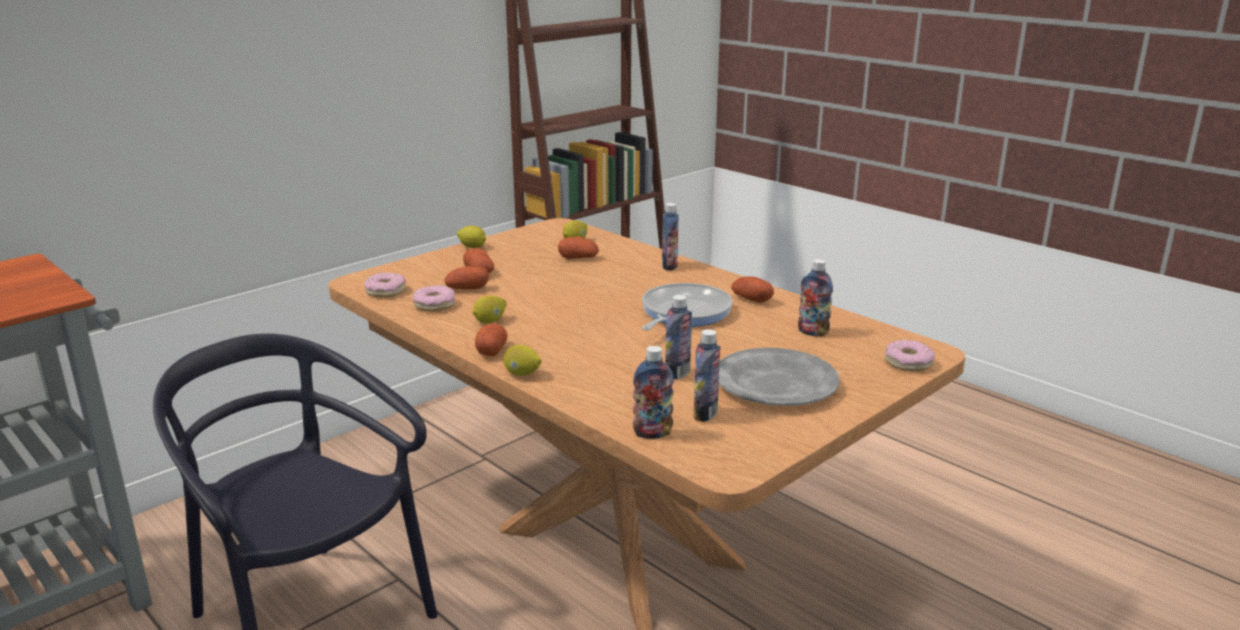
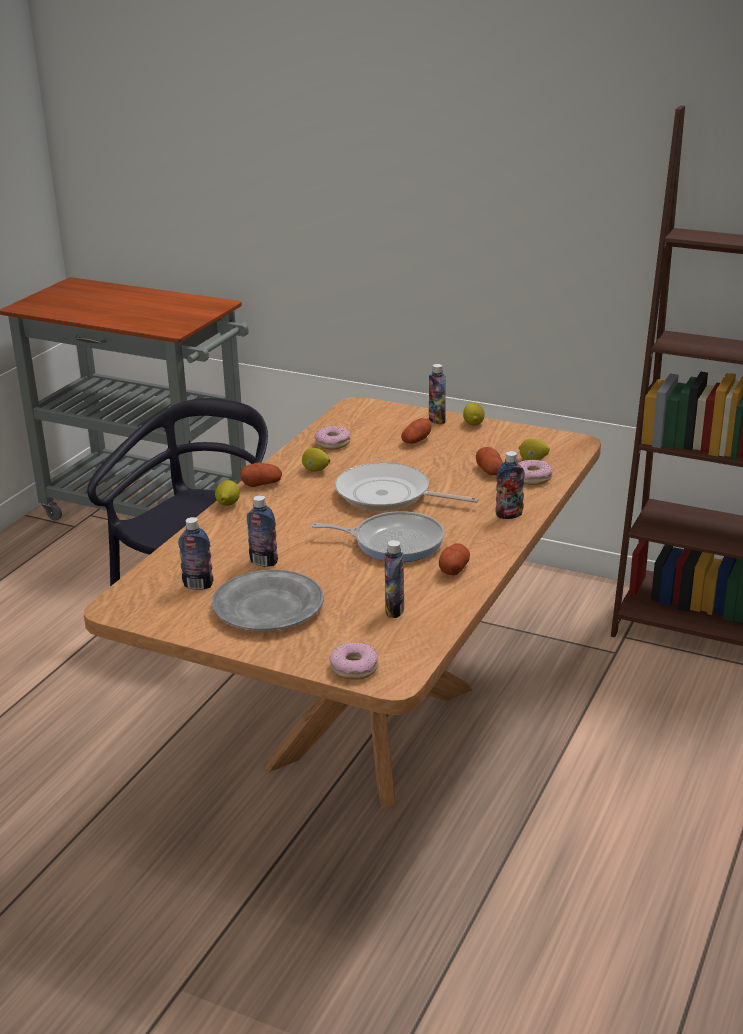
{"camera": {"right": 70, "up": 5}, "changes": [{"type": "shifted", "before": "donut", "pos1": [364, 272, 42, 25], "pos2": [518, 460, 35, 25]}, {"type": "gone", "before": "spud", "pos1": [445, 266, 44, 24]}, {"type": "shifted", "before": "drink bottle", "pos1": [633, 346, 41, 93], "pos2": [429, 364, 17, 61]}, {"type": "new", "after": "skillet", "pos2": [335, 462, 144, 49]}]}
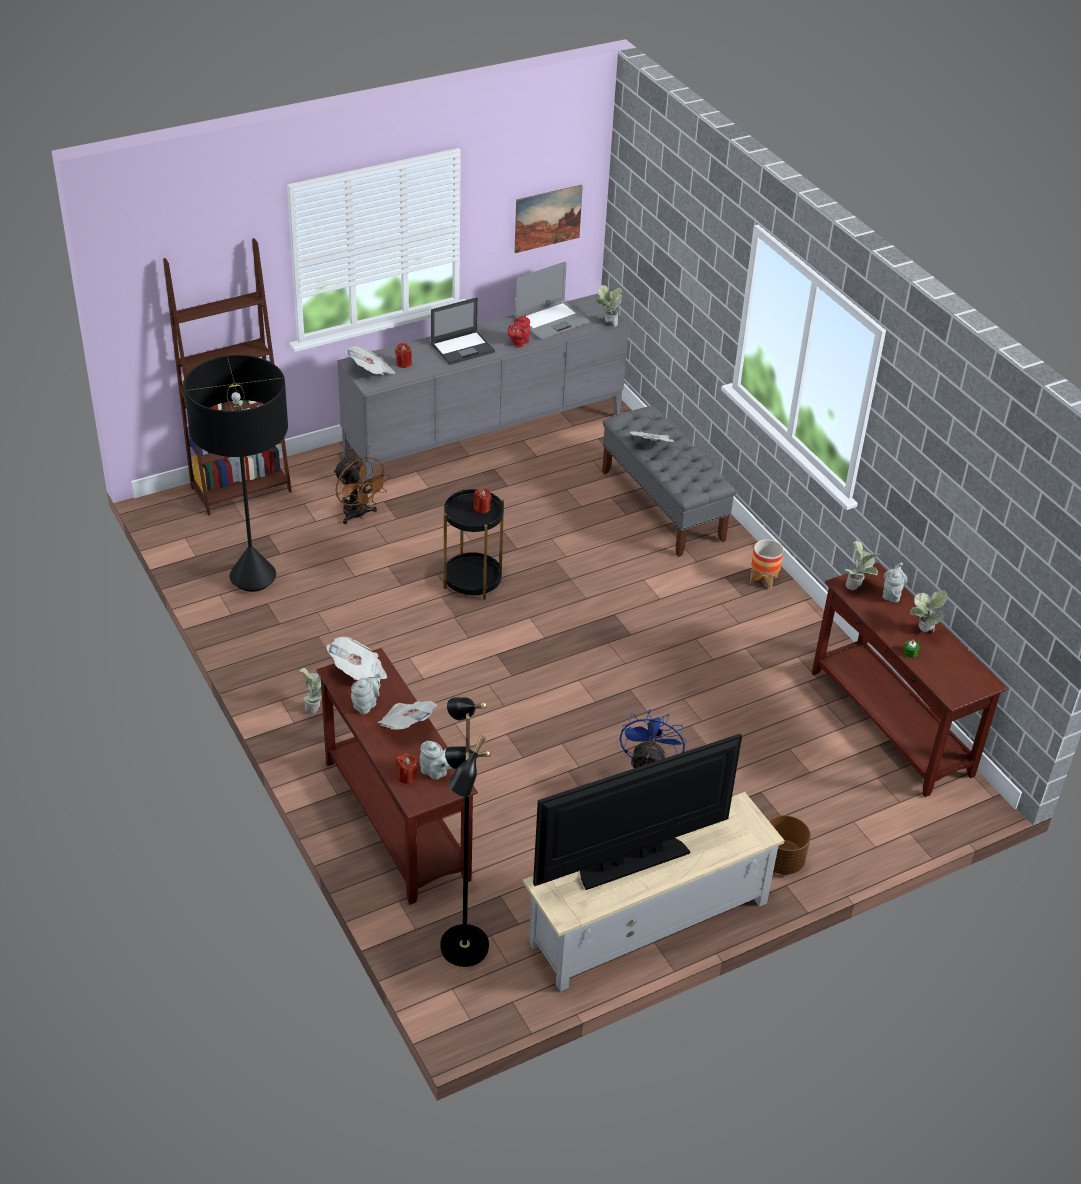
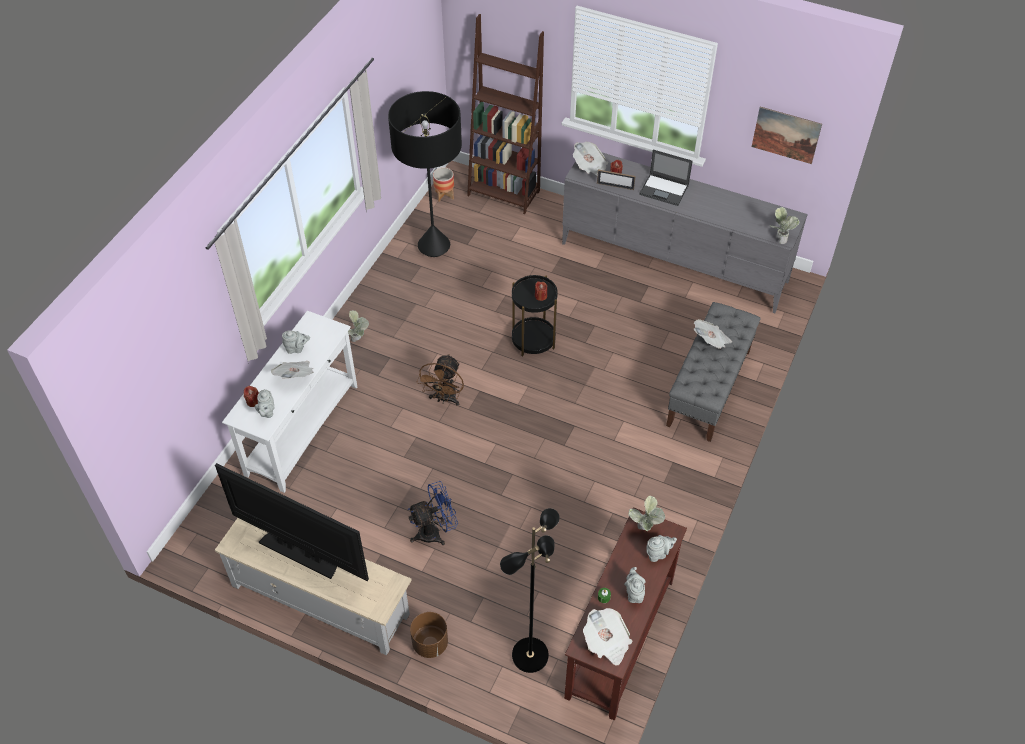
{"camera": {"right": 55, "up": 10}, "changes": [{"type": "repainted", "before": "brown-coloured narrow table", "after": "white-coloured narrow table", "pos1": [316, 648, 162, 257], "pos2": [222, 311, 135, 182]}, {"type": "shifted", "before": "daily paper", "pos1": [326, 637, 61, 44], "pos2": [583, 608, 49, 58]}, {"type": "shifted", "before": "brown-coloured electric fan", "pos1": [334, 456, 56, 68], "pos2": [417, 354, 47, 52]}, {"type": "shifted", "before": "blackish standard lamp", "pos1": [440, 697, 51, 270], "pos2": [500, 508, 60, 165]}, {"type": "gone", "before": "red pot for tea", "pos1": [508, 315, 22, 33]}, {"type": "gone", "before": "portable computer", "pos1": [515, 262, 75, 78]}, {"type": "shifted", "before": "flower pot", "pos1": [750, 539, 34, 51], "pos2": [433, 167, 21, 35]}, {"type": "swapped", "before": "potted plant", "after": "grey pot for tea", "pos1": [910, 590, 38, 43], "pos2": [624, 567, 22, 36]}, {"type": "new", "after": "picture frame", "pos2": [597, 169, 38, 21]}]}
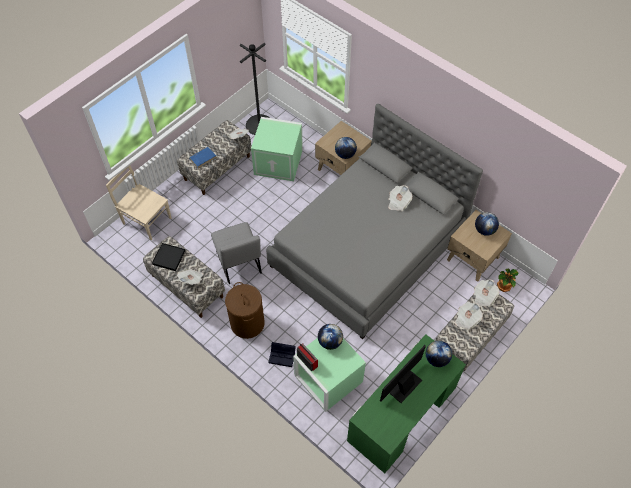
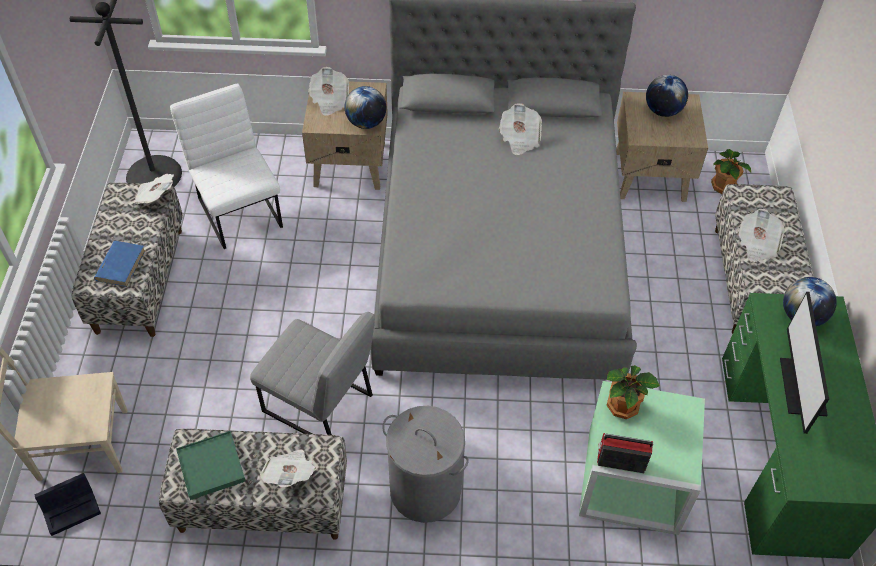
{"camera": {"right": -40, "up": -5}, "changes": [{"type": "repainted", "before": "blackish serving tray", "after": "green-coloured serving tray", "pos1": [152, 243, 33, 28], "pos2": [176, 431, 70, 69]}, {"type": "repainted", "before": "brown-coloured hamper", "after": "grey hamper", "pos1": [225, 282, 40, 57], "pos2": [382, 406, 87, 117]}, {"type": "swapped", "before": "green-coloured storage container", "after": "white-coloured chair", "pos1": [251, 117, 52, 64], "pos2": [170, 84, 113, 165]}, {"type": "shifted", "before": "blackish storage container", "pos1": [268, 342, 28, 25], "pos2": [34, 473, 67, 63]}, {"type": "swapped", "before": "world globe", "after": "potted plant", "pos1": [318, 324, 25, 26], "pos2": [607, 365, 53, 54]}, {"type": "shifted", "before": "daily paper", "pos1": [473, 279, 26, 28], "pos2": [308, 67, 41, 49]}]}
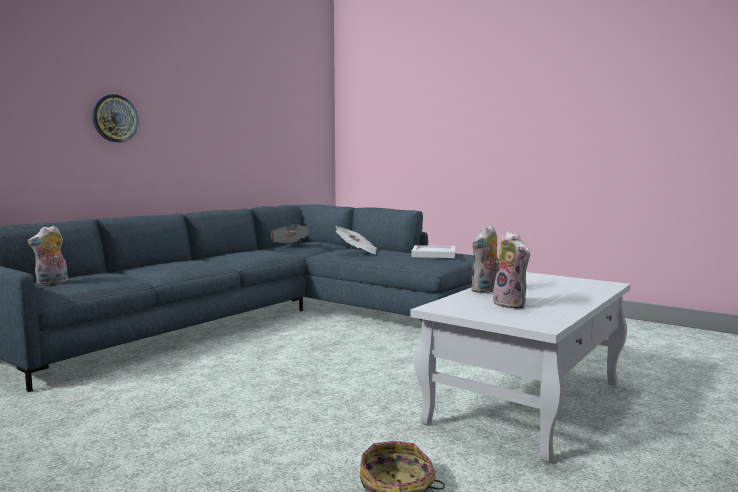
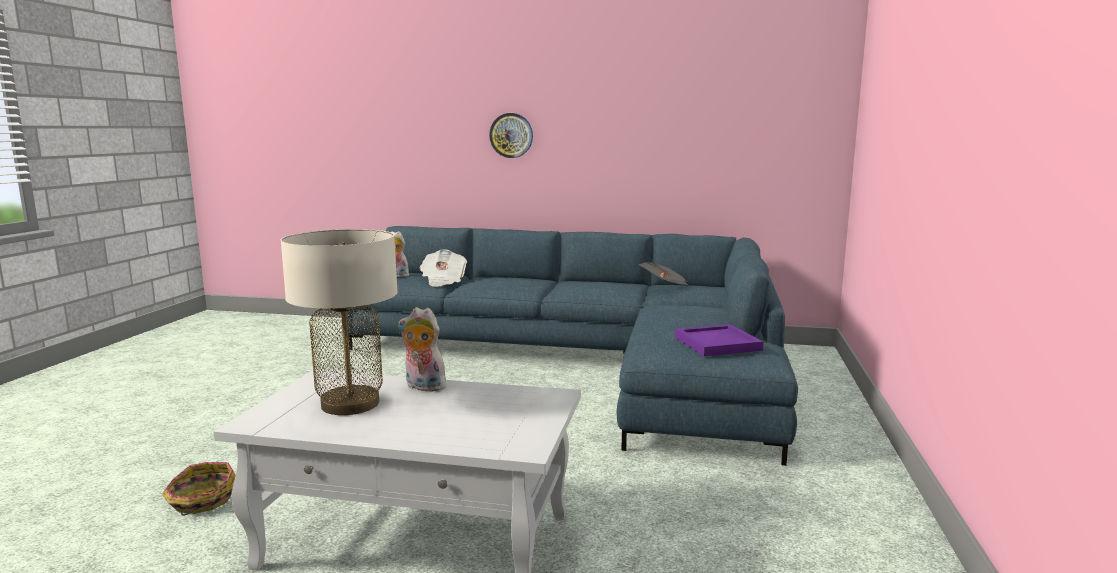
{"camera": {"right": 65, "up": 5}, "changes": [{"type": "shifted", "before": "daily paper", "pos1": [335, 226, 42, 28], "pos2": [420, 249, 47, 38]}, {"type": "repainted", "before": "white-coloured serving tray", "after": "purplish serving tray", "pos1": [411, 245, 44, 13], "pos2": [675, 324, 89, 32]}, {"type": "swapped", "before": "plush toy", "after": "table lamp", "pos1": [491, 231, 39, 78], "pos2": [281, 229, 117, 186]}]}
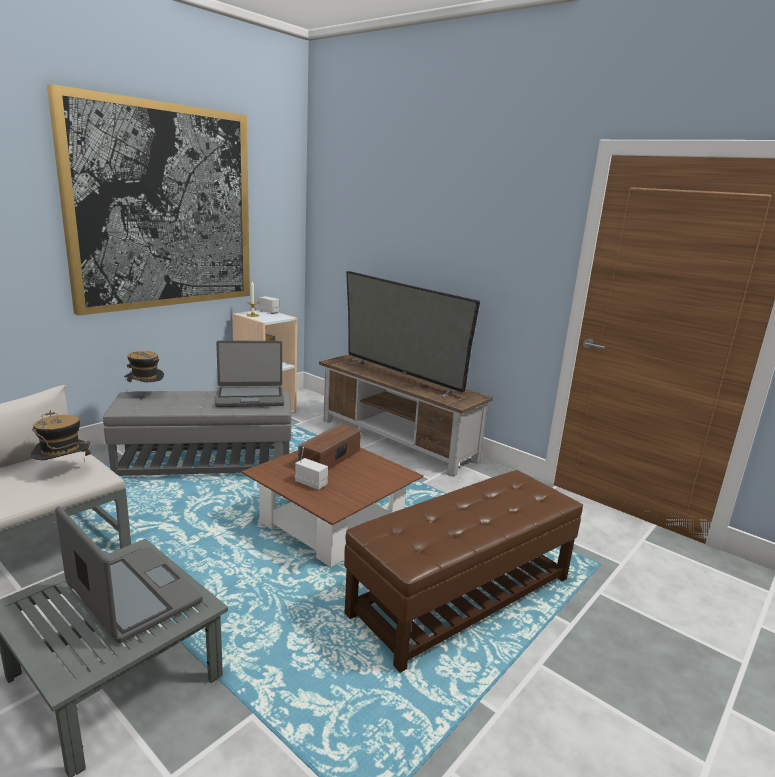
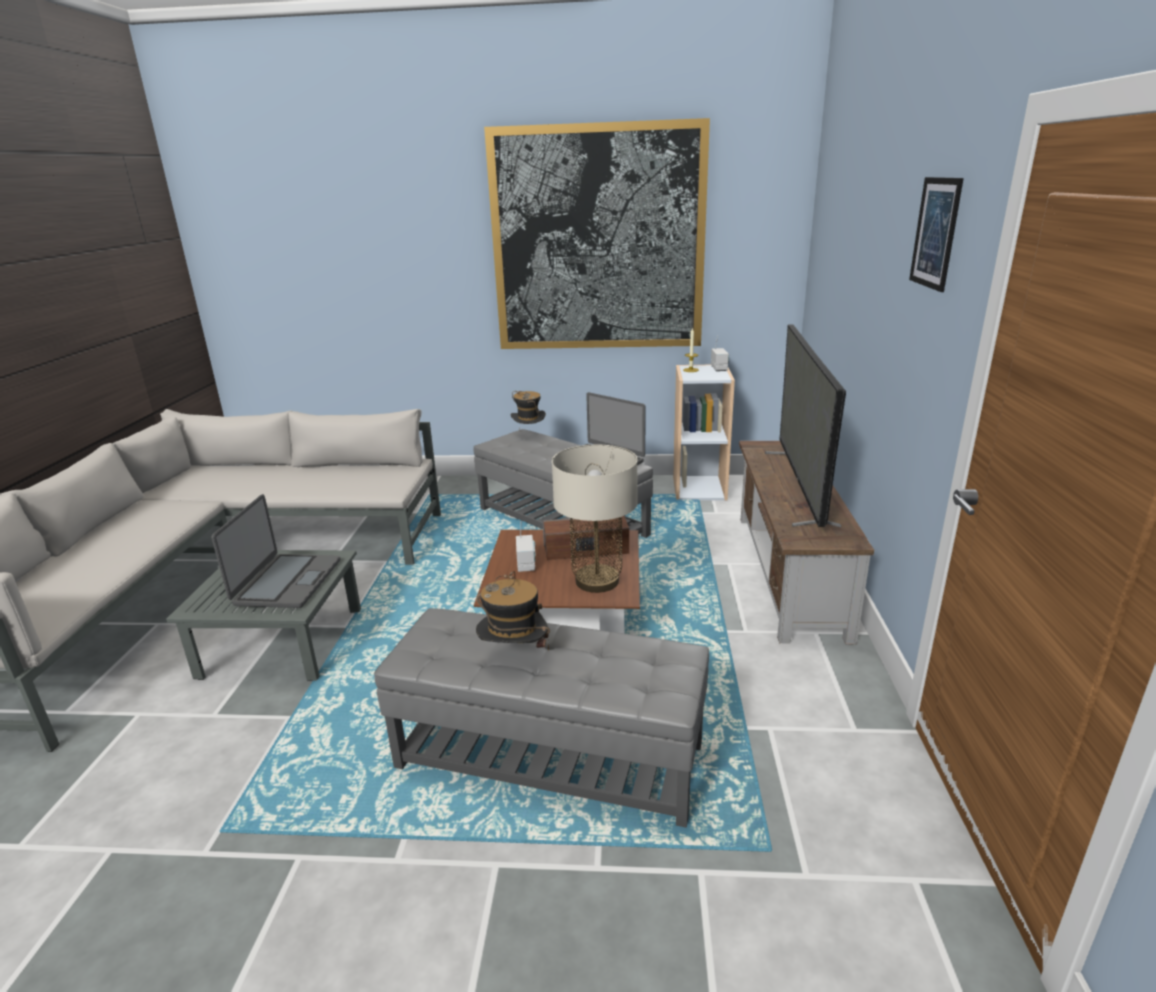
{"camera": {"right": 55, "up": 5}, "changes": [{"type": "shifted", "before": "clothing hat", "pos1": [31, 410, 60, 53], "pos2": [476, 571, 74, 80]}, {"type": "repainted", "before": "brown-coloured ottoman", "after": "grey ottoman", "pos1": [344, 470, 239, 203], "pos2": [374, 608, 335, 220]}, {"type": "new", "after": "table lamp", "pos2": [552, 445, 86, 148]}, {"type": "new", "after": "wall picture", "pos2": [909, 177, 55, 115]}]}
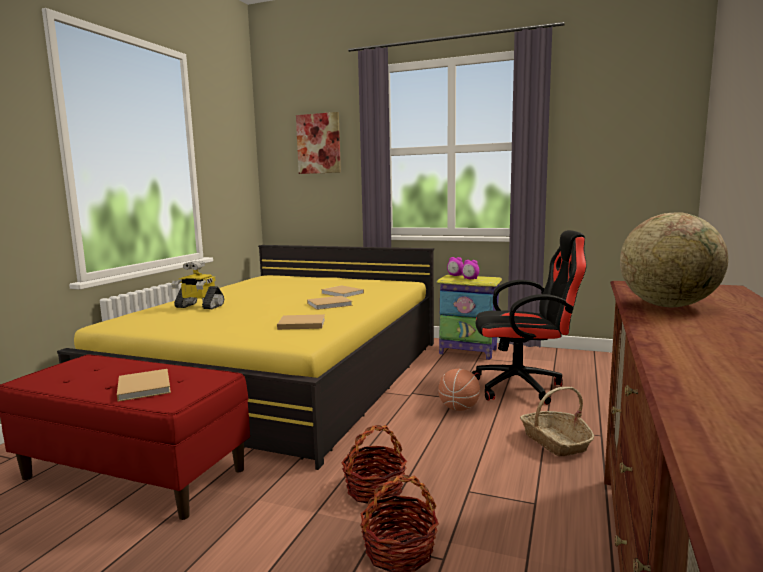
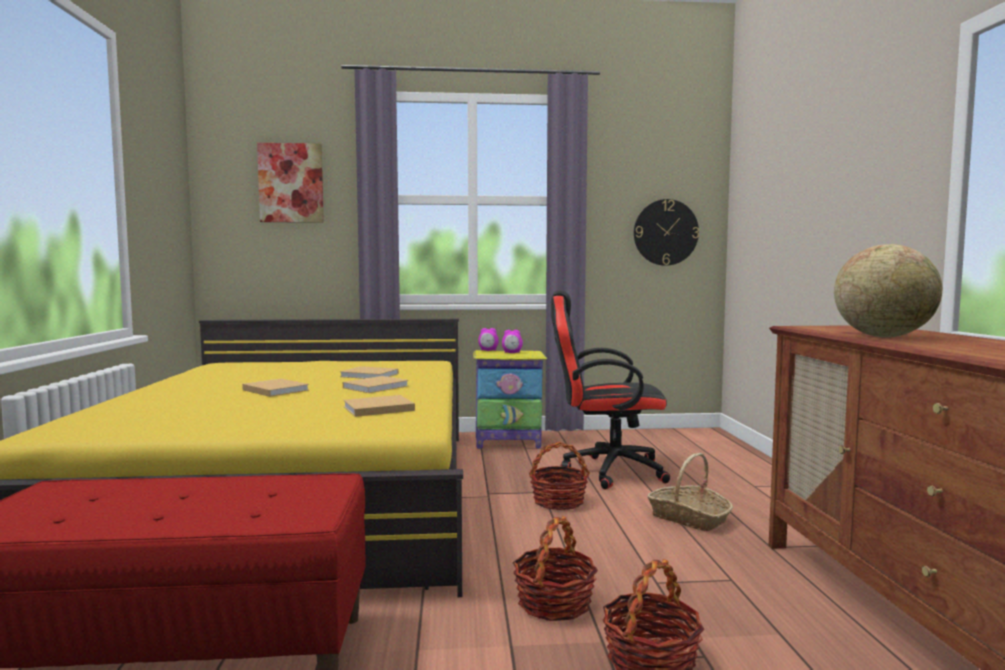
{"camera": {"right": -25, "up": -5}, "changes": [{"type": "shifted", "before": "beige-coloured bound book", "pos1": [117, 369, 54, 33], "pos2": [242, 379, 67, 18]}, {"type": "gone", "before": "robot figure", "pos1": [171, 261, 53, 48]}, {"type": "swapped", "before": "basketball ball", "after": "storage basket", "pos1": [438, 369, 42, 42], "pos2": [529, 442, 61, 68]}, {"type": "rotated", "before": "blackish computer chair", "pos1": [472, 230, 114, 175], "pos2": [551, 290, 119, 199], "turn": -150}, {"type": "new", "after": "clock on the wall", "pos2": [634, 199, 65, 67]}]}
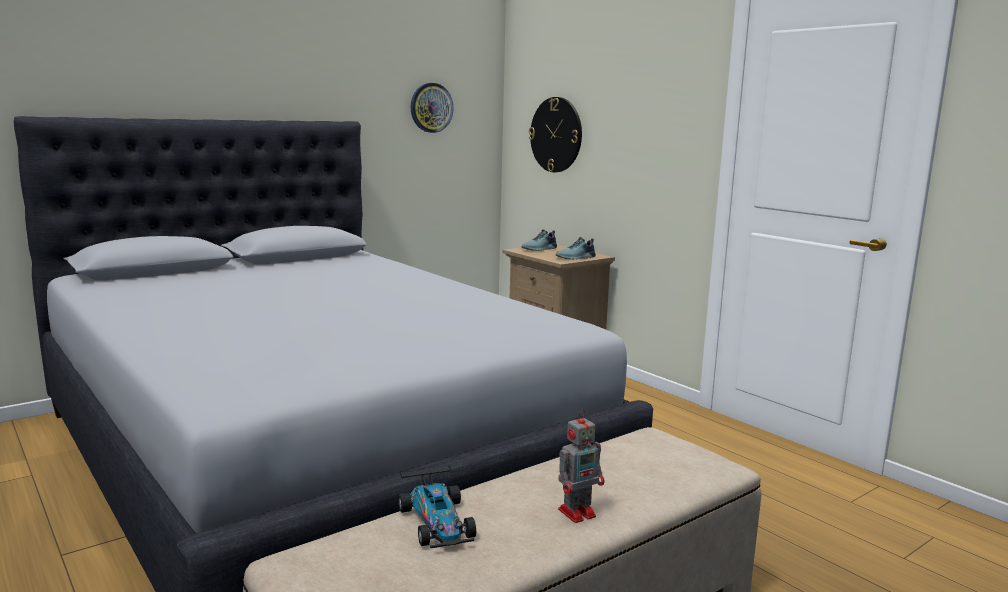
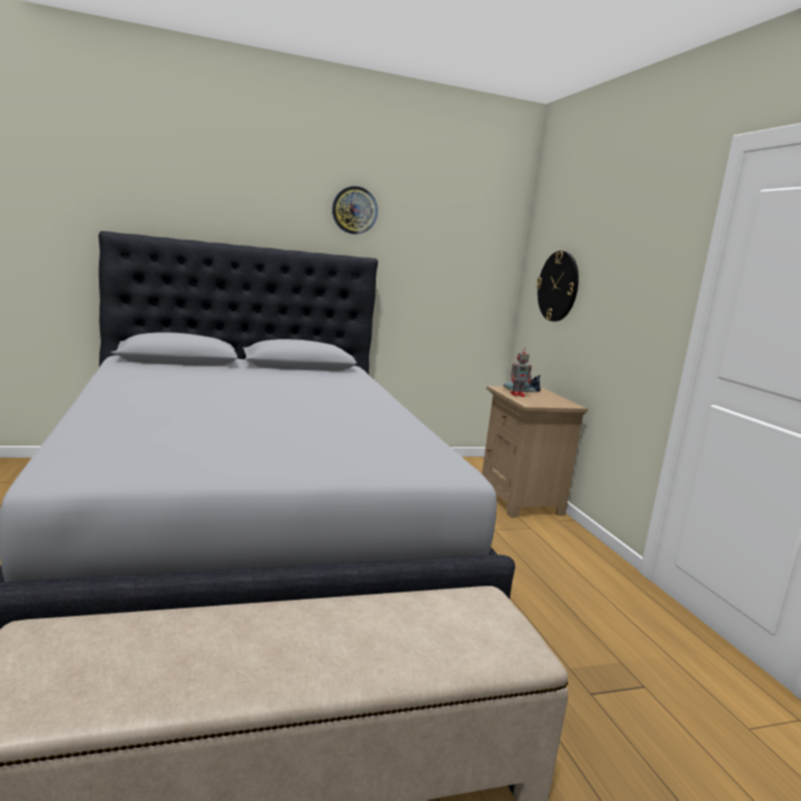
{"camera": {"right": 20, "up": 0}, "changes": [{"type": "gone", "before": "toy car", "pos1": [398, 465, 78, 83]}, {"type": "shifted", "before": "clock on the wall", "pos1": [411, 83, 43, 50], "pos2": [332, 186, 46, 48]}, {"type": "gone", "before": "low shoe", "pos1": [556, 237, 40, 22]}, {"type": "shifted", "before": "robot figure", "pos1": [558, 409, 47, 114], "pos2": [510, 347, 22, 50]}]}
